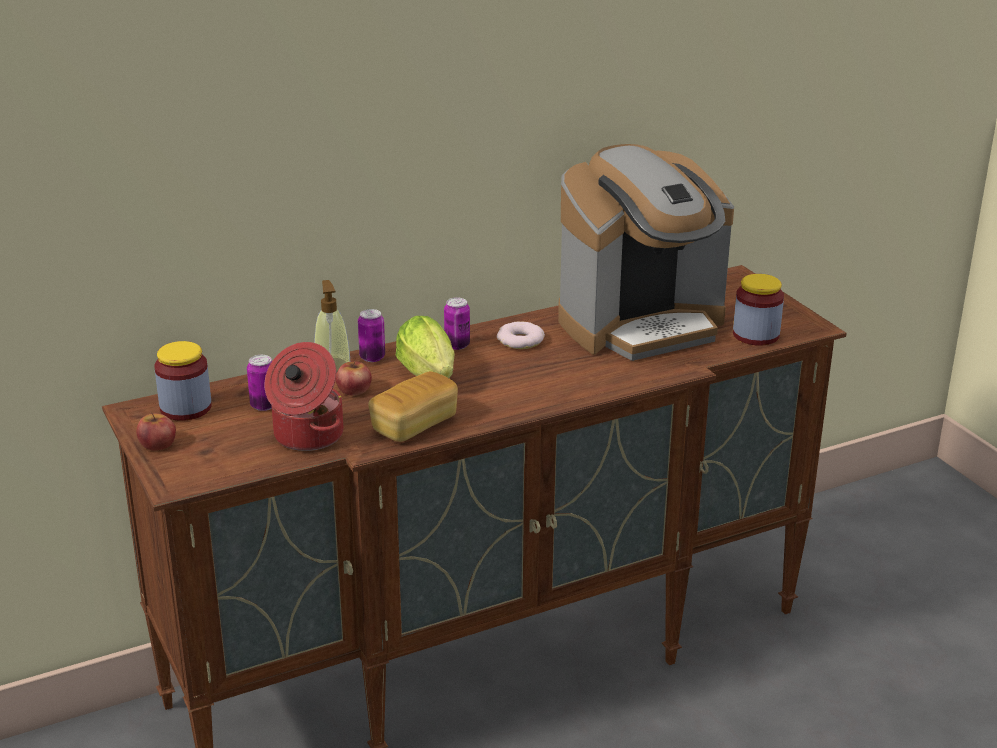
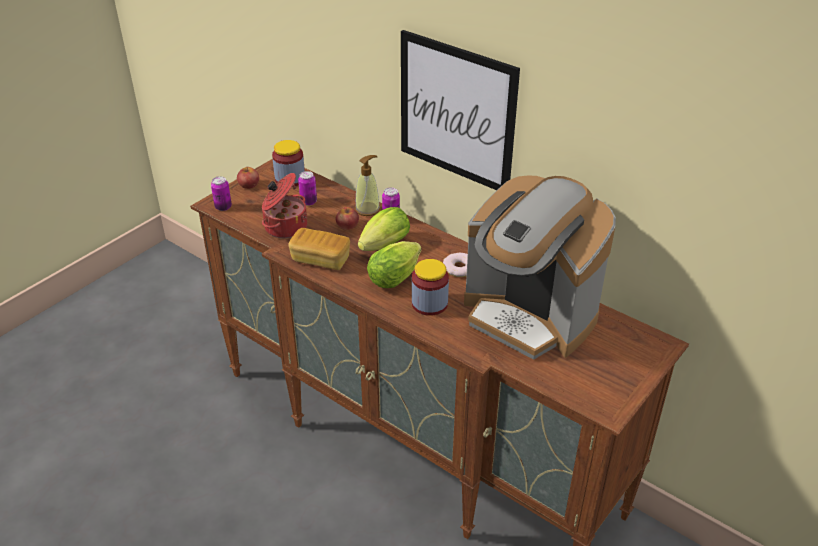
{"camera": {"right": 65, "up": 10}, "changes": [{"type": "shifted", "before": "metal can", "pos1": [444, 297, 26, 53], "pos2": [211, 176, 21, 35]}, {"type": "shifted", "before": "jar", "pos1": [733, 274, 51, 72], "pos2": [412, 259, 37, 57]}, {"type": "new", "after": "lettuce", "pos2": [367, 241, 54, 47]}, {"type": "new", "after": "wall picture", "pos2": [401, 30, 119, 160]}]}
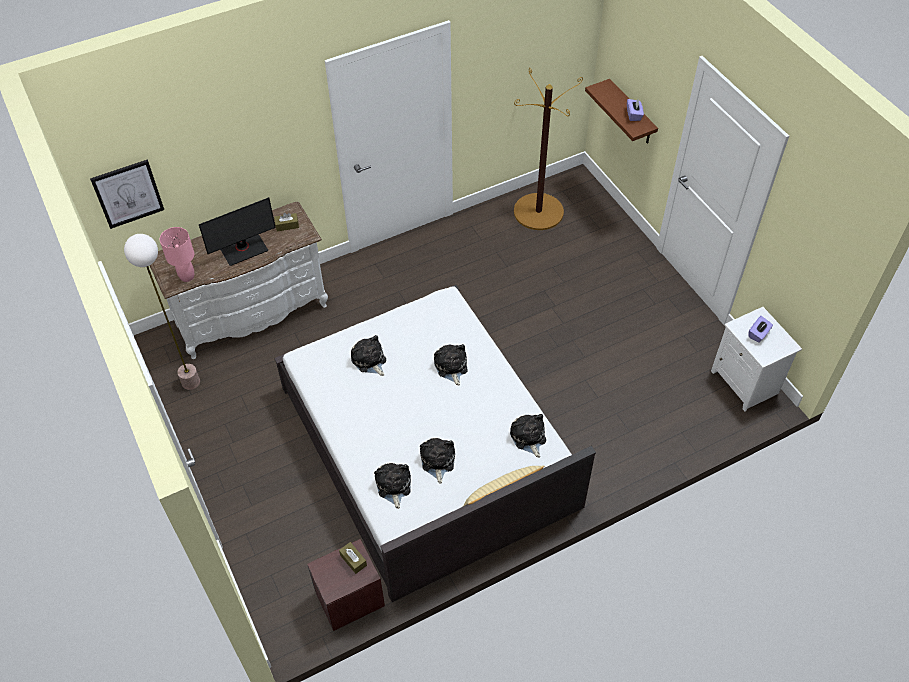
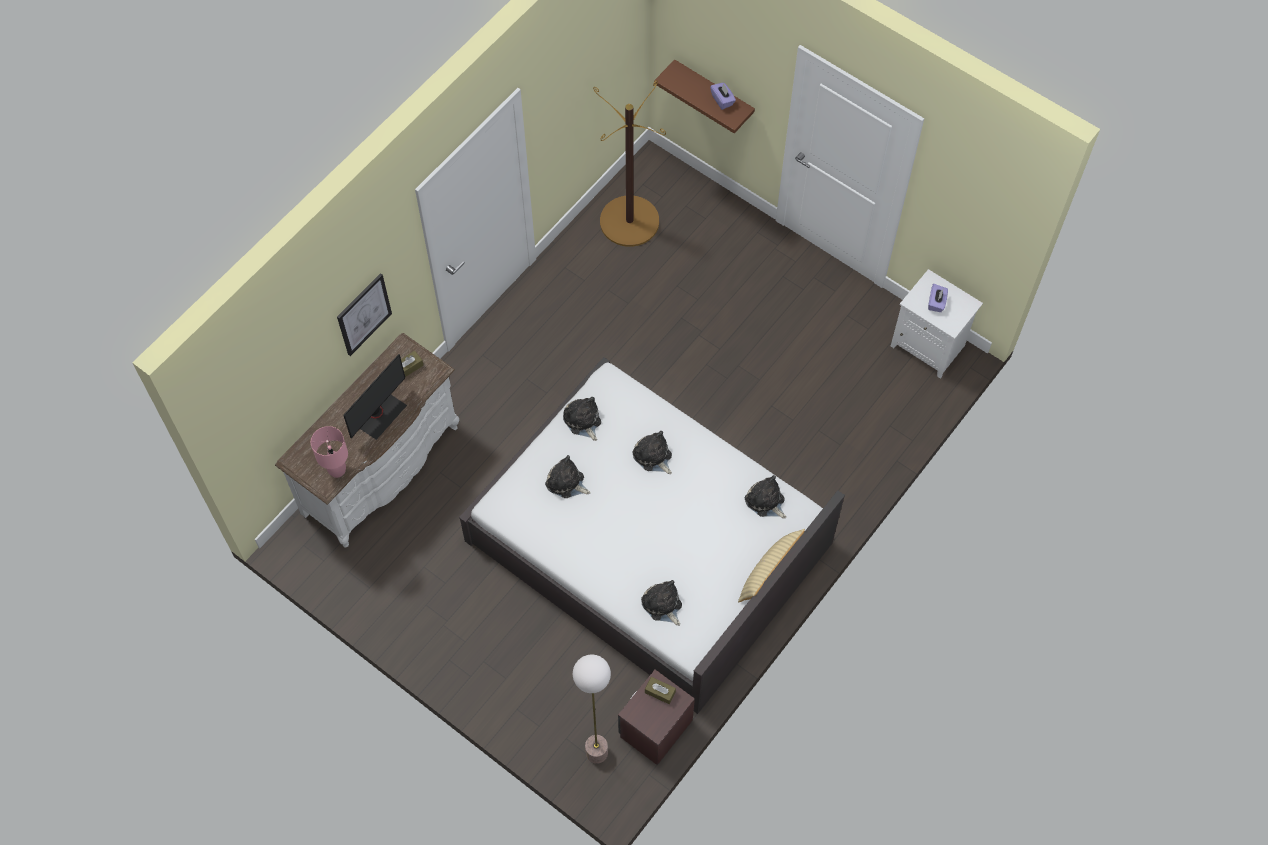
{"camera": {"right": -25, "up": 10}, "changes": [{"type": "shifted", "before": "wall picture", "pos1": [90, 160, 74, 69], "pos2": [337, 273, 55, 83]}, {"type": "shifted", "before": "standard lamp", "pos1": [124, 234, 76, 156], "pos2": [573, 655, 38, 109]}, {"type": "shifted", "before": "plush toy", "pos1": [420, 438, 35, 46], "pos2": [563, 397, 38, 44]}]}
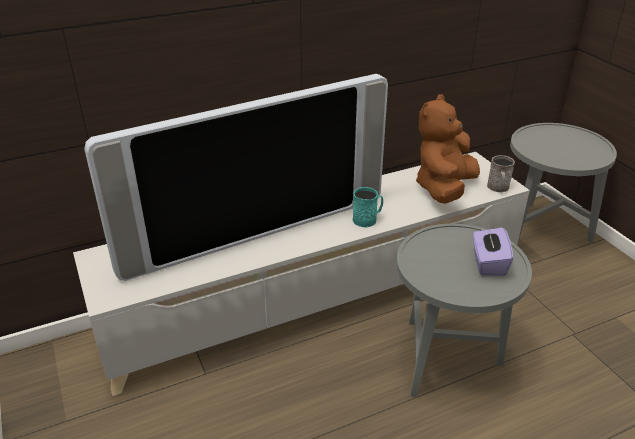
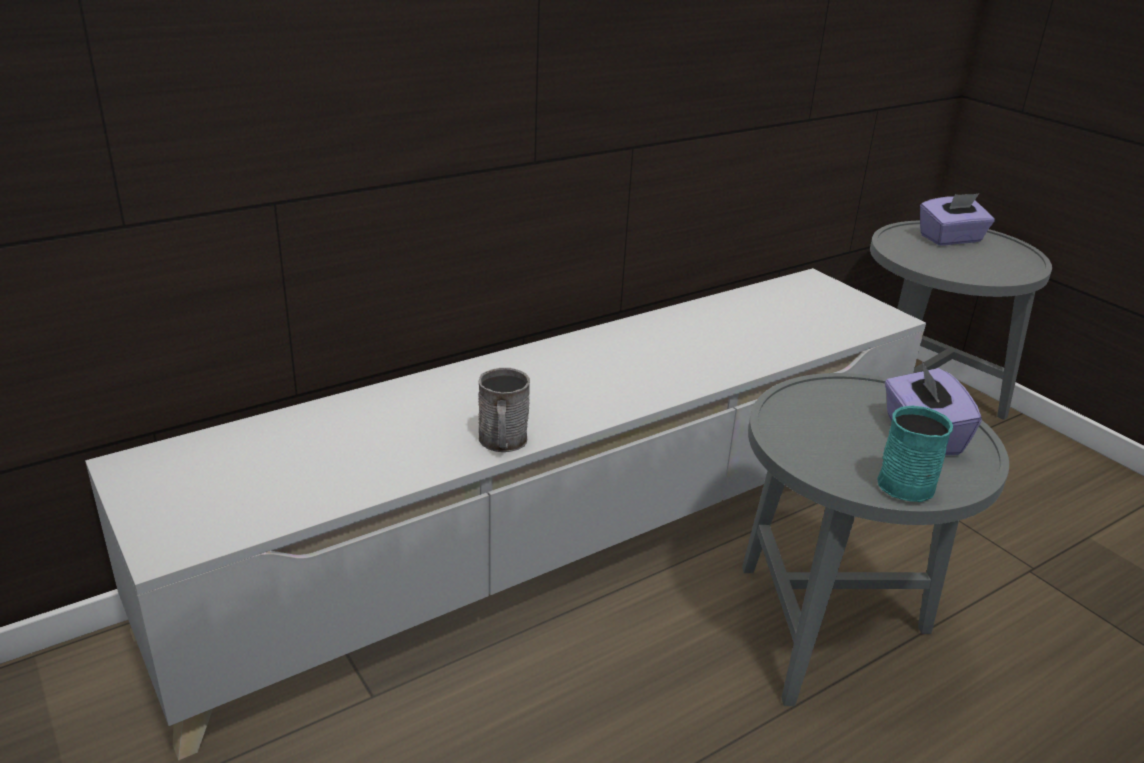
{"camera": {"right": -10, "up": -5}, "changes": [{"type": "gone", "before": "television", "pos1": [84, 74, 304, 207]}, {"type": "shifted", "before": "blue-green coffee mug", "pos1": [353, 187, 30, 40], "pos2": [877, 406, 76, 96]}, {"type": "gone", "before": "brown-coloured plush toy", "pos1": [416, 94, 64, 110]}, {"type": "shifted", "before": "grey coffee mug", "pos1": [487, 155, 28, 37], "pos2": [478, 368, 52, 84]}, {"type": "new", "after": "purplish tissue holder", "pos2": [920, 194, 75, 51]}]}
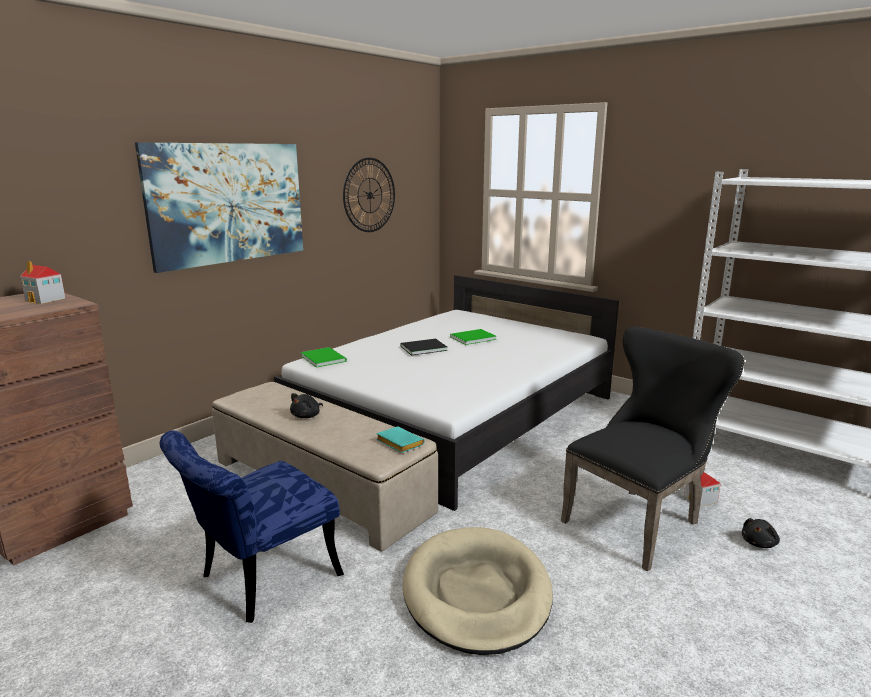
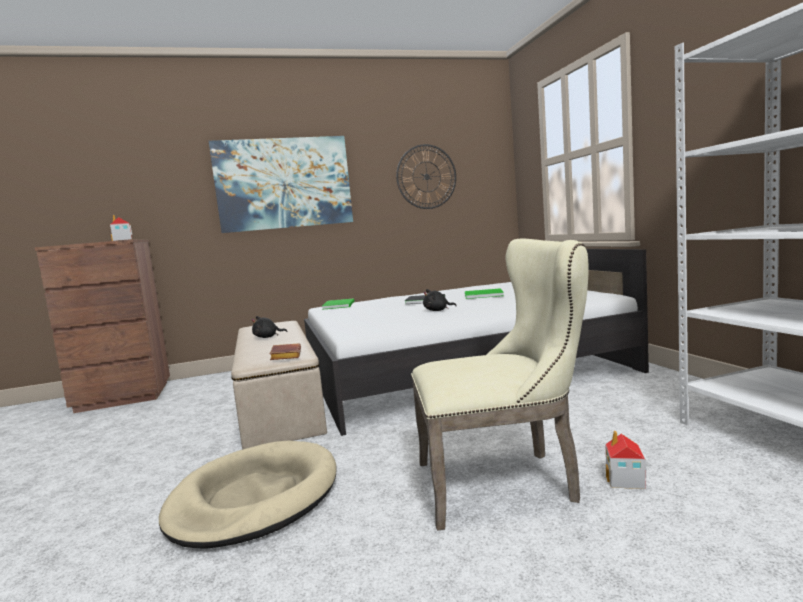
{"camera": {"right": 35, "up": -10}, "changes": [{"type": "gone", "before": "bluish chair", "pos1": [160, 430, 184, 193]}, {"type": "repainted", "before": "blue-green bound book", "after": "brown-coloured bound book", "pos1": [376, 426, 48, 27], "pos2": [270, 344, 31, 16]}, {"type": "repainted", "before": "blackish chair", "after": "beige-coloured chair", "pos1": [561, 327, 183, 244], "pos2": [411, 239, 178, 292]}, {"type": "shifted", "before": "blackish plush toy", "pos1": [742, 518, 38, 30], "pos2": [423, 289, 34, 22]}]}
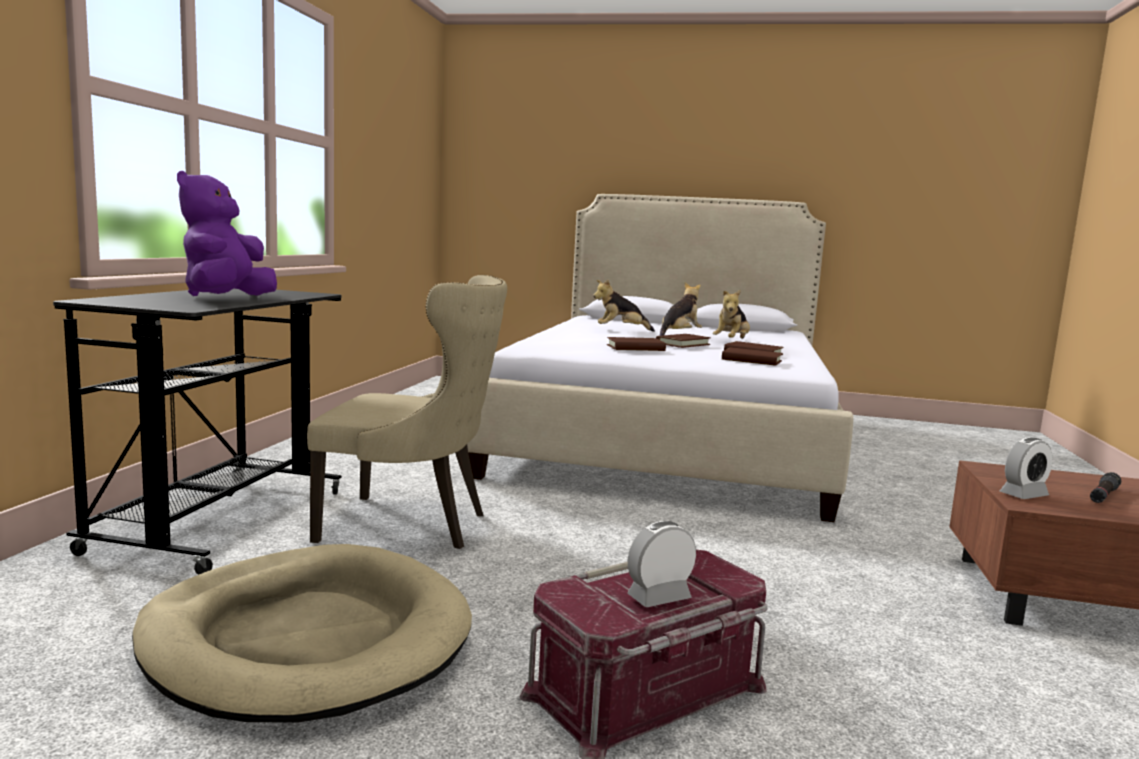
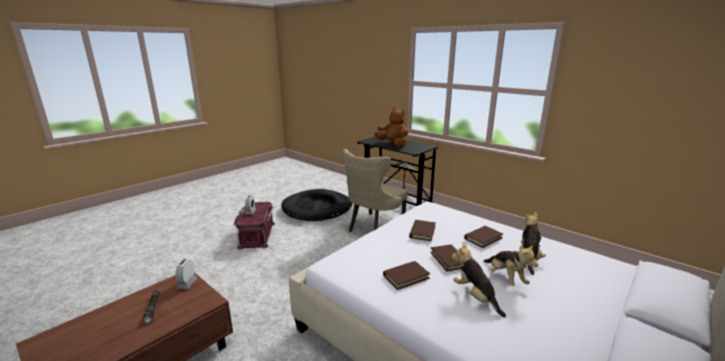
{"camera": {"right": 120, "up": 10}, "changes": [{"type": "repainted", "before": "beige-coloured pet bed", "after": "blackish pet bed", "pos1": [132, 544, 340, 179], "pos2": [281, 189, 71, 32]}, {"type": "repainted", "before": "purplish plush toy", "after": "brown-coloured plush toy", "pos1": [177, 171, 100, 125], "pos2": [374, 108, 34, 38]}, {"type": "shifted", "before": "brown-coloured bound book", "pos1": [722, 347, 61, 19], "pos2": [464, 226, 39, 22]}]}
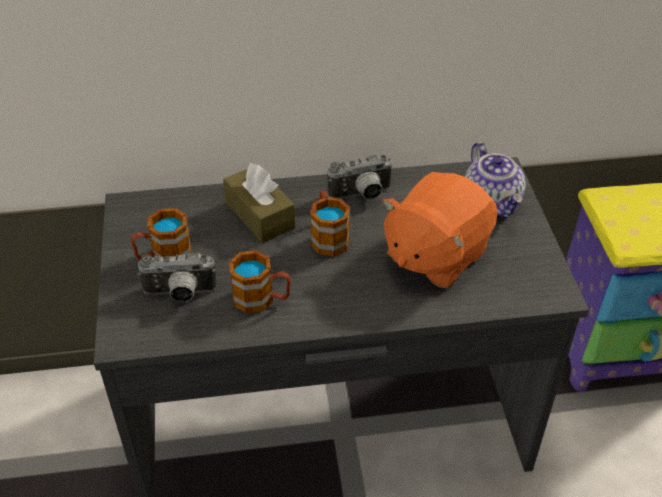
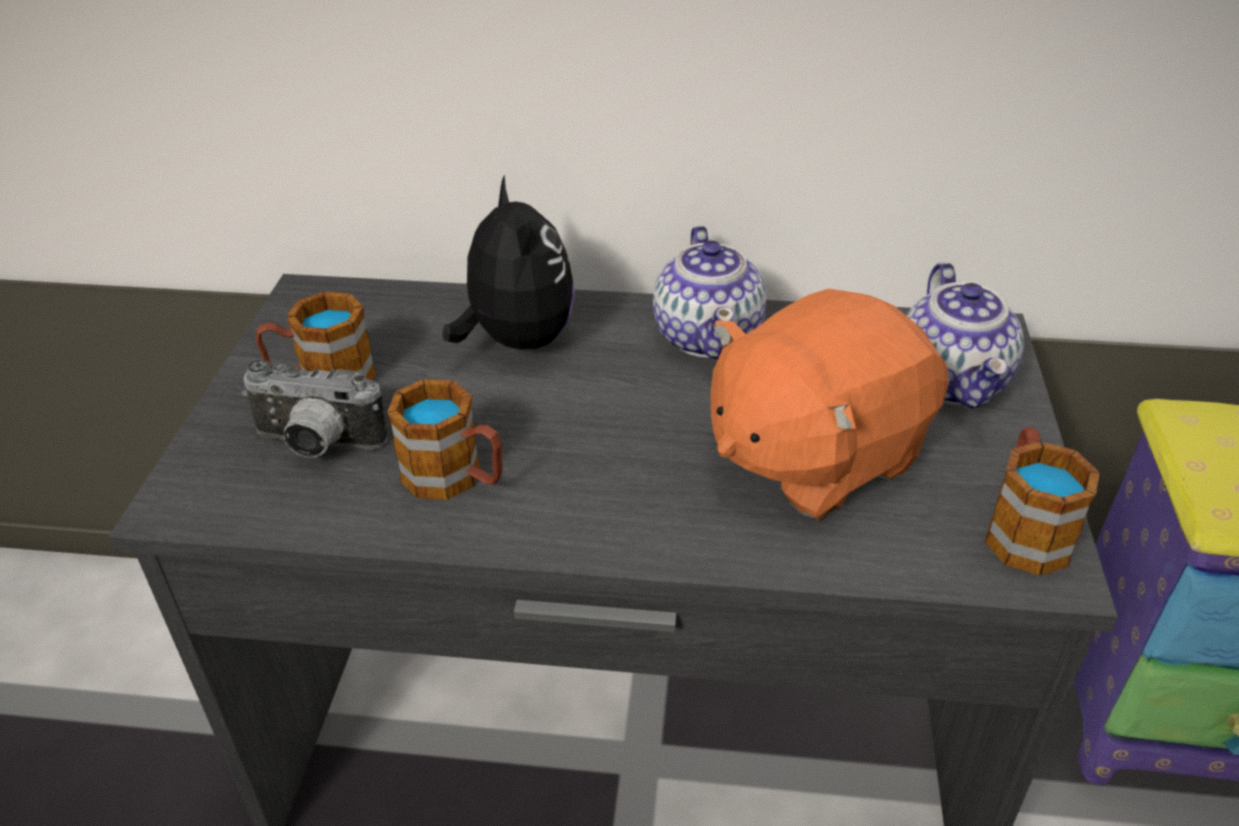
{"camera": {"right": 15, "up": -5}, "changes": [{"type": "swapped", "before": "brown-coloured tissue holder", "after": "plush toy", "pos1": [223, 163, 72, 80], "pos2": [443, 174, 132, 176]}, {"type": "shifted", "before": "coffee mug", "pos1": [310, 191, 40, 66], "pos2": [985, 427, 115, 149]}, {"type": "swapped", "before": "still camera", "after": "pot for tea", "pos1": [328, 155, 66, 45], "pos2": [653, 226, 113, 133]}]}
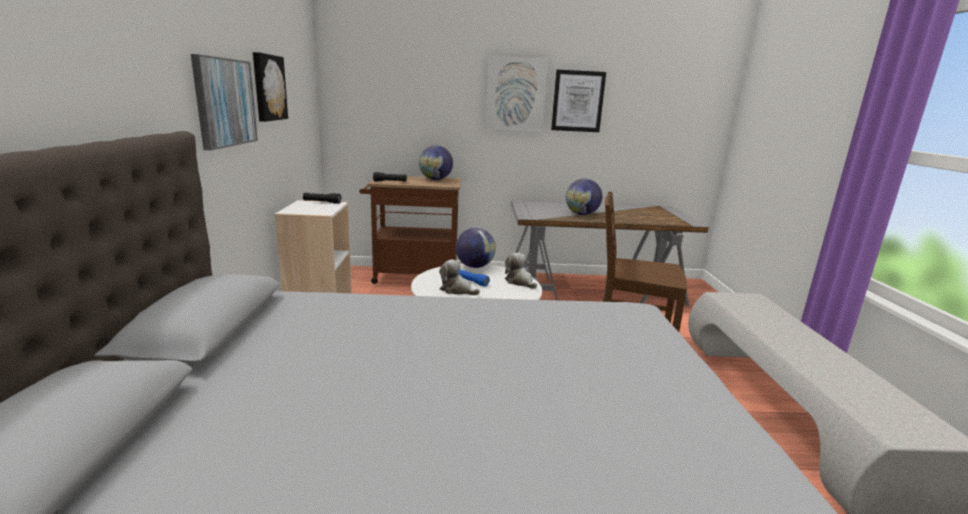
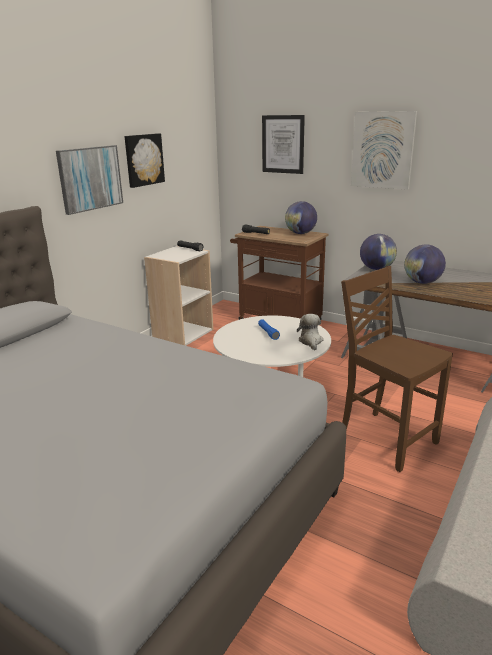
{"camera": {"right": 35, "up": 5}, "changes": [{"type": "gone", "before": "plush toy", "pos1": [439, 259, 41, 36]}, {"type": "shifted", "before": "world globe", "pos1": [456, 228, 40, 40], "pos2": [360, 234, 37, 36]}, {"type": "shifted", "before": "wall picture", "pos1": [551, 70, 55, 62], "pos2": [262, 115, 43, 59]}]}
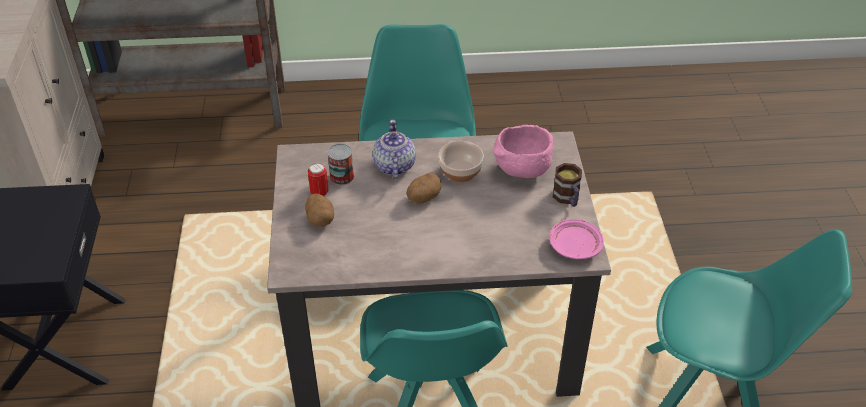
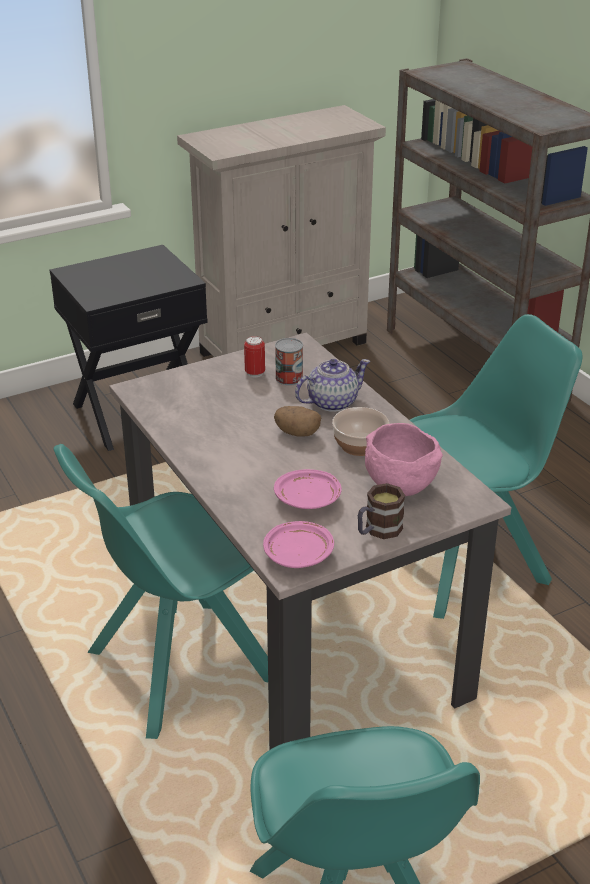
{"camera": {"right": 65, "up": -10}, "changes": [{"type": "gone", "before": "spud", "pos1": [305, 193, 29, 34]}, {"type": "new", "after": "pink-coloured flat dish", "pos2": [274, 469, 68, 40]}]}
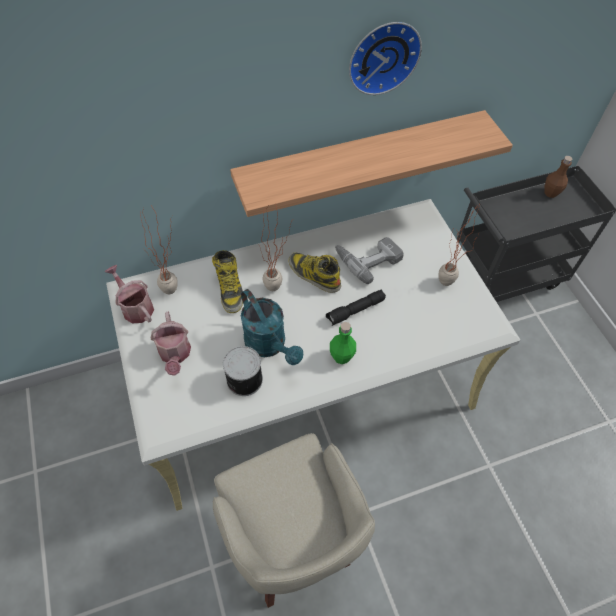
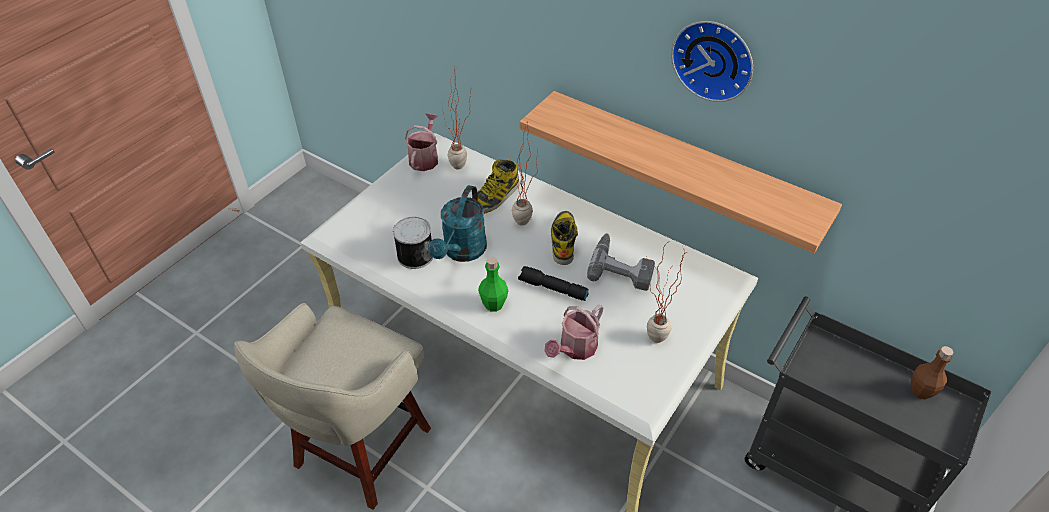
{"camera": {"right": 55, "up": -10}, "changes": [{"type": "shifted", "before": "sprinkling can", "pos1": [151, 312, 40, 64], "pos2": [544, 305, 60, 55]}]}
